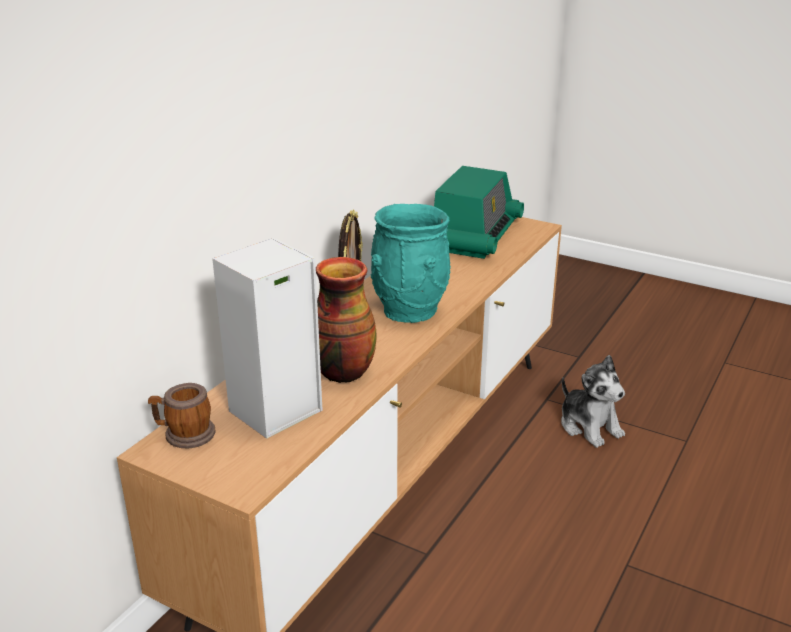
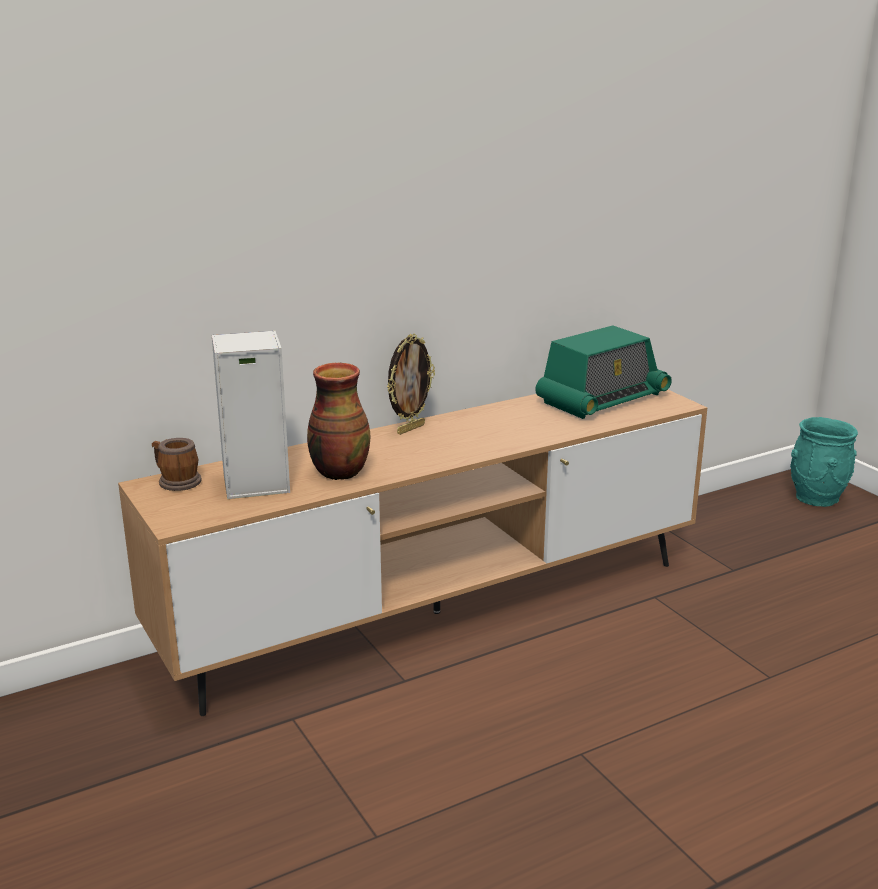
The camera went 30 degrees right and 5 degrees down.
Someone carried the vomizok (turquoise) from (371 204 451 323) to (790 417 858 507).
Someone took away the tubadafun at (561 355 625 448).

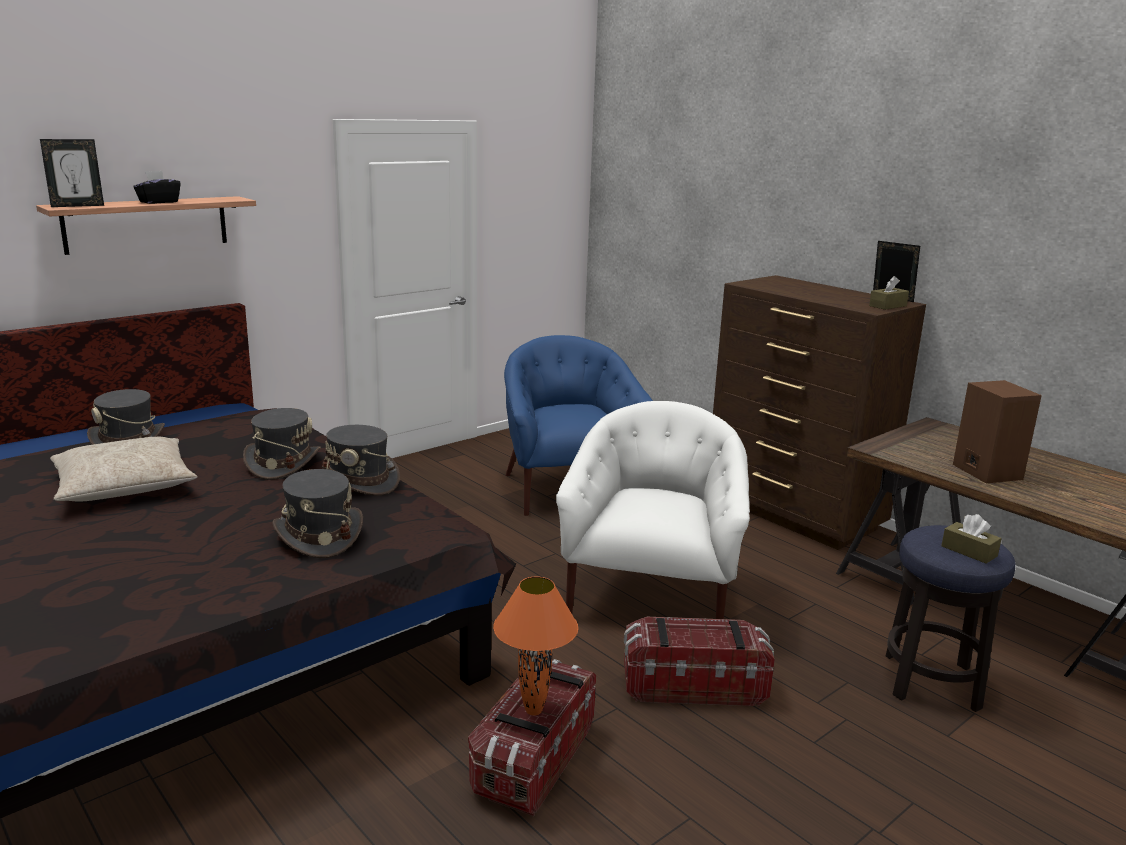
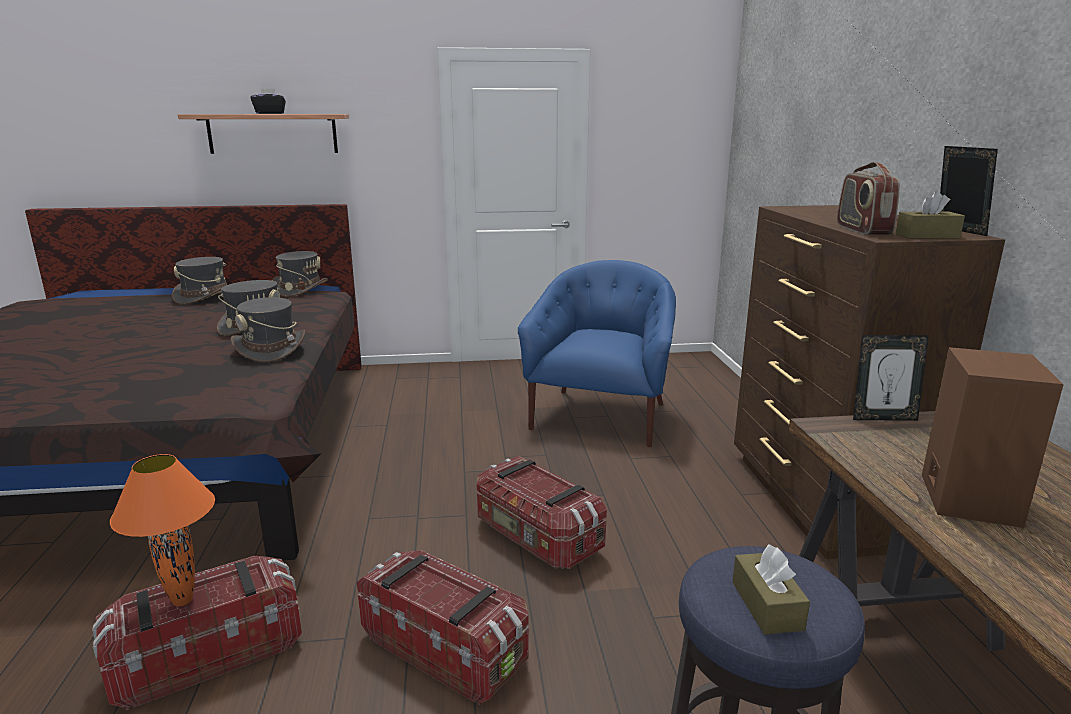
The camera went 35 degrees right and 0 degrees up.
Someone carried the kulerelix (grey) from (272 469 363 558) to (272 251 328 297).
Someone swapped the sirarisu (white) at (556 401 750 619) for the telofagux at (476 456 607 569).
Someone put down the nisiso at (837 162 900 235).
Someone carried the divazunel from (40 139 104 207) to (853 335 929 421).
Someone took away the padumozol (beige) at (50 437 197 502).

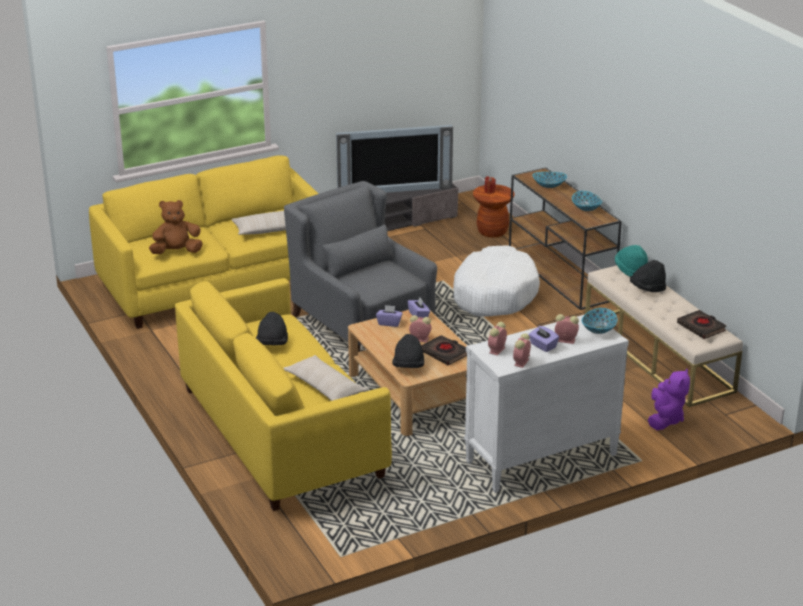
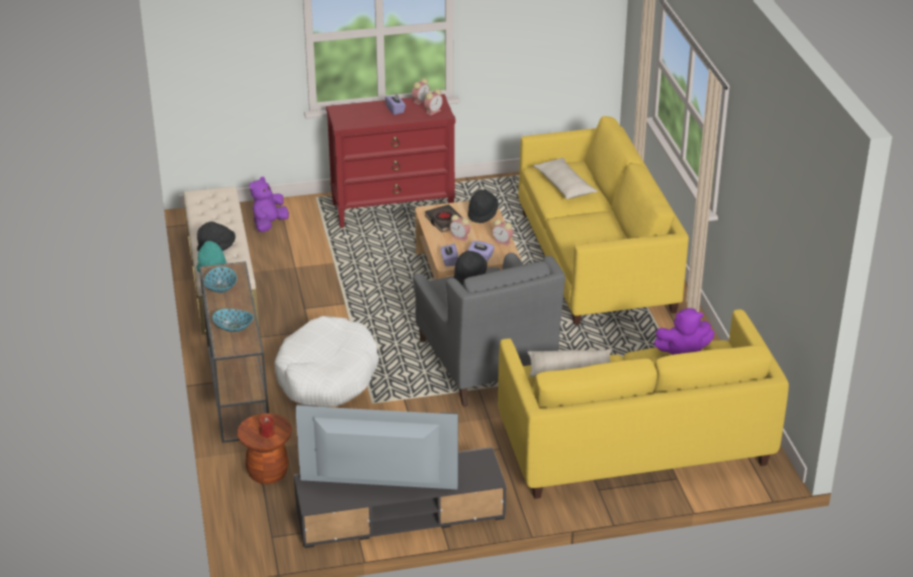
The camera went 165 degrees left and 5 degrees up.
Someone repainted the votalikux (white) at (464 315 629 493), which became the votalikux (red) at (326 94 456 228).
Someone carried the kulerelix (black) from (256 312 288 346) to (454 251 487 286).
Someone carried the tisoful from (555 314 579 344) to (492 219 513 246).
Someone repainted the tubadafun (brown) at (149 200 203 254), which became the tubadafun (purple) at (654 308 715 355).
Someone took away the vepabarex at (582 308 618 334).
Someone took away the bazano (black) at (677 310 727 339).

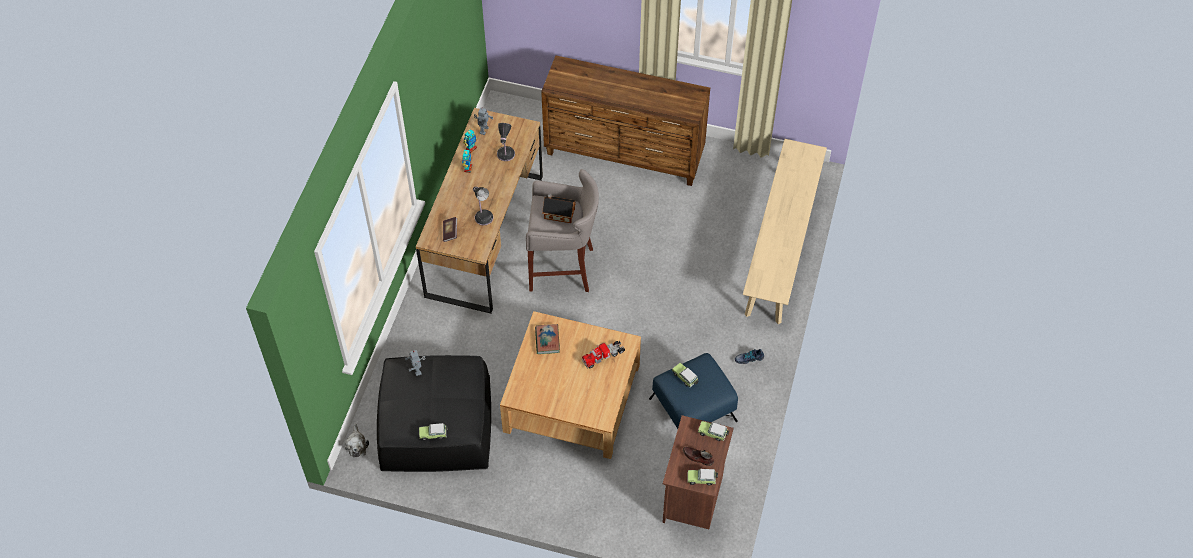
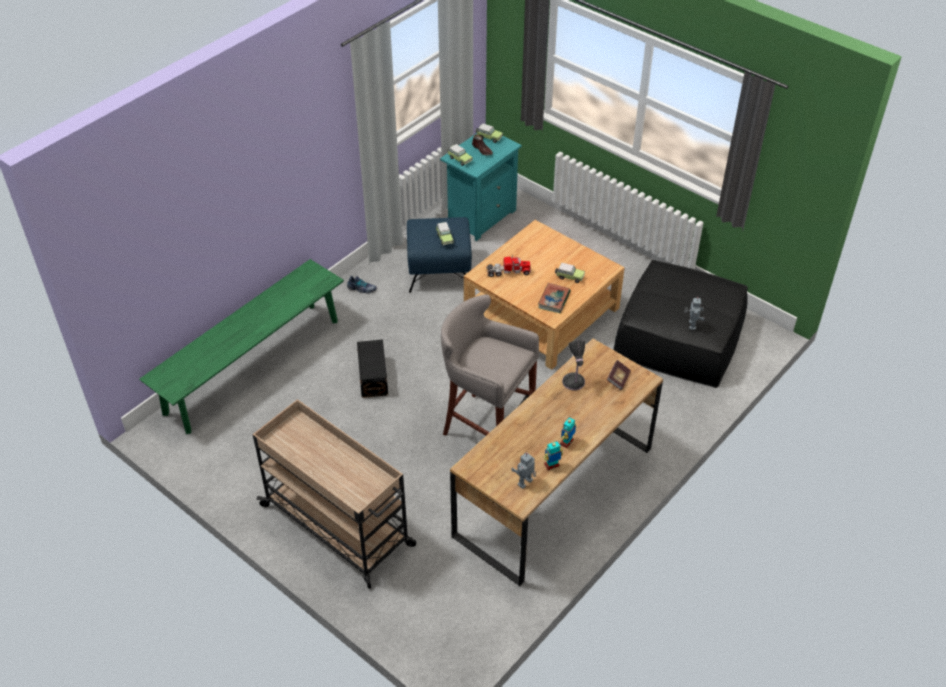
The camera went 155 degrees left and 10 degrees down.
Someone repainted the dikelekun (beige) at (743 139 827 324), which became the dikelekun (green) at (139 259 344 434).
Someone swapped the votalikux (brown) at (541 55 710 186) for the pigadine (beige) at (253 399 416 589).
Someone put down the telofagux (black) at (357 339 388 398).
Someone repainted the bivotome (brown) at (662 415 734 529), which became the bivotome (turquoise) at (440 133 522 241).
Someone carried the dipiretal from (419 423 448 441) to (555 263 585 283).
Someone took away the tubadafun at (345 424 369 457).
Someone took away the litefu at (497 123 515 161).
Someone took away the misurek at (542 194 576 223).

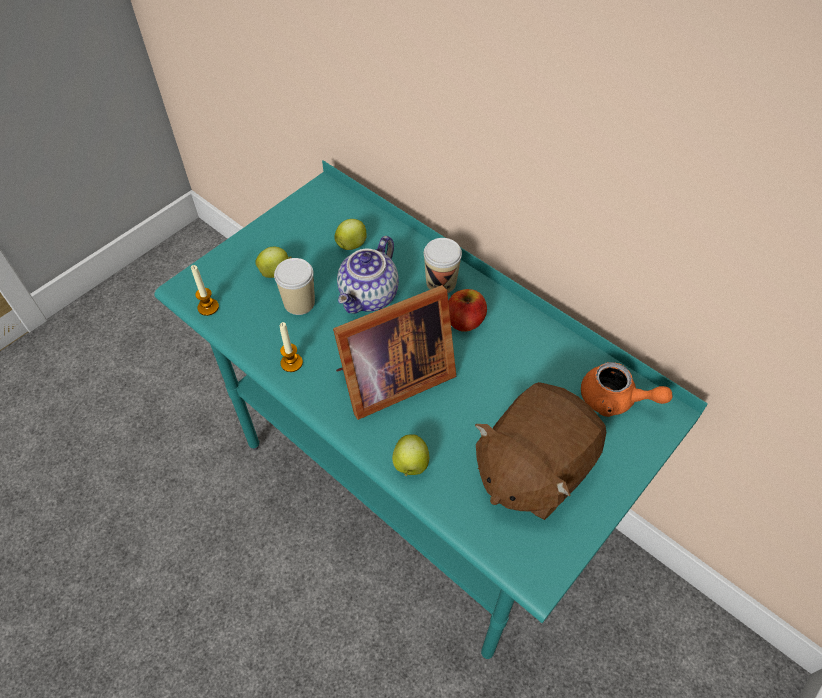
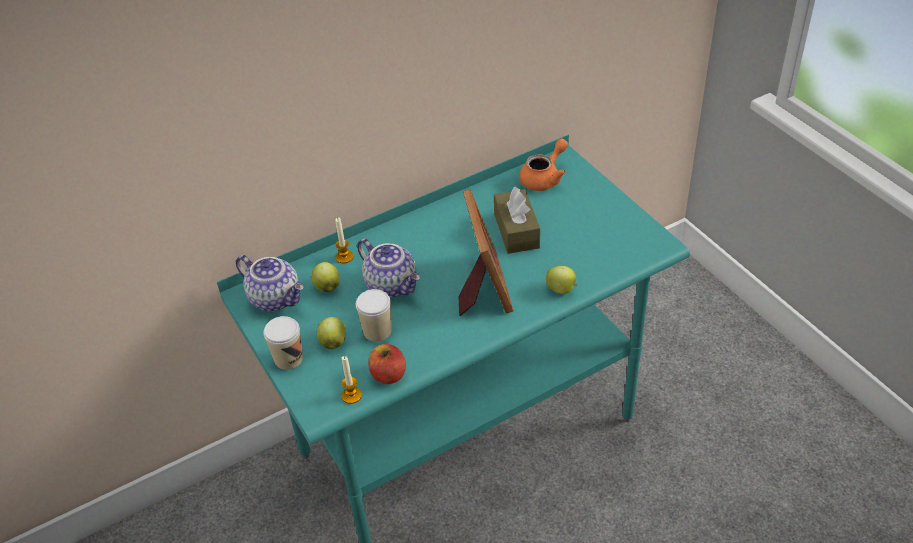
The camera went 70 degrees left and 10 degrees down.
Someone put down the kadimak at (236 255 304 311).
Someone carried the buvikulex from (424 238 462 293) to (263 316 303 370).
Someone carried the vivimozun from (280 322 303 372) to (335 217 353 263).
Someone carried the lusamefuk from (448 289 487 332) to (368 344 406 384).
Someone put down the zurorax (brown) at (494 186 540 254).
Someone took away the tubadafun (brown) at (475 382 606 520).

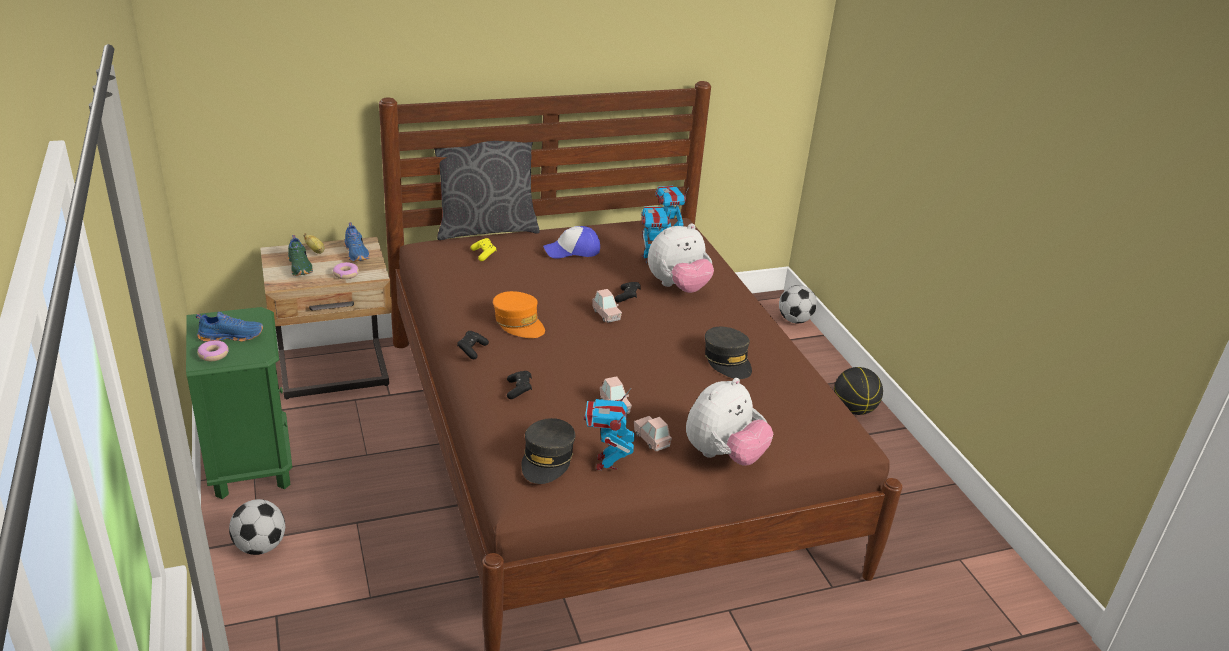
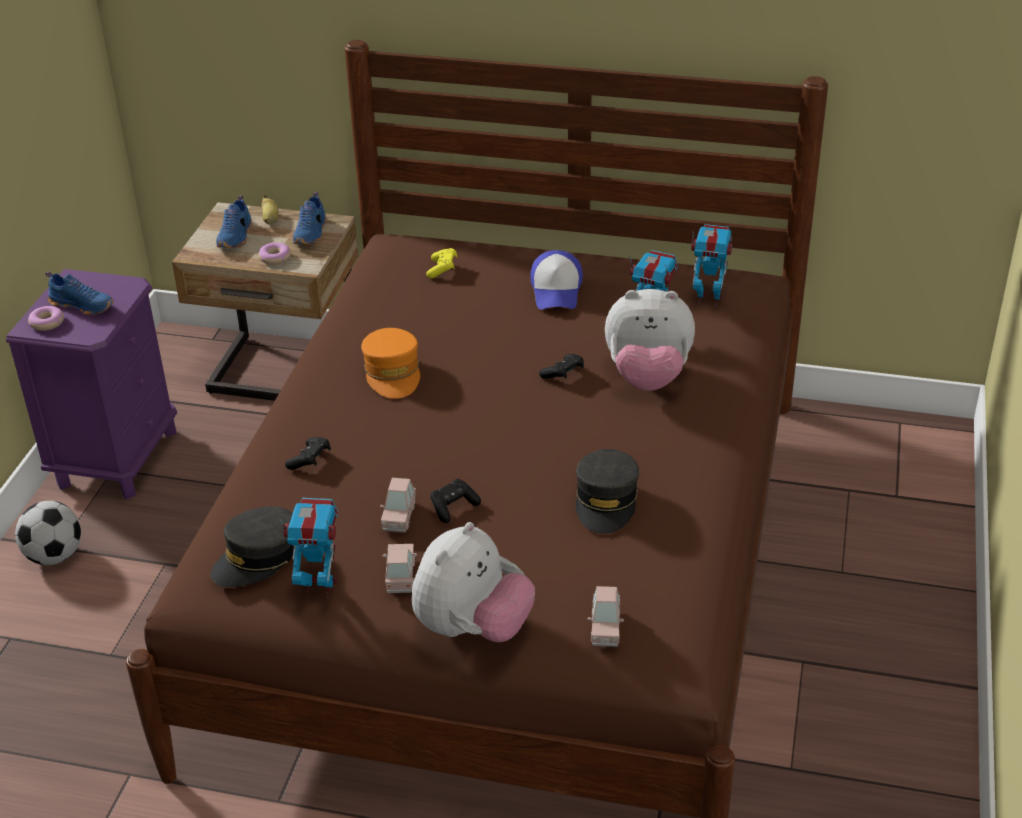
The camera went 35 degrees right and 5 degrees up.
Someone repainted the bivotome (green) at (186 307 292 499), which became the bivotome (purple) at (6 269 177 499).
Someone repainted the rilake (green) at (288 235 313 276), which became the rilake (blue) at (216 195 252 248).
Someone rotated the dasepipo at (584 389 635 470) by 60 degrees clockwise.
Someone rotated the tubadafun at (686 378 774 466) by 45 degrees counterclockwise.
Someone carried the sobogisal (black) from (457 331 489 359) to (431 479 481 523).
Someone rotated the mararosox at (543 226 600 259) by 105 degrees counterclockwise.
Someone carried the dipiretal (pink) from (592 289 622 323) to (587 586 624 647).
Someone took away the padumozol (grey) at (434 141 540 240).
Someone took away the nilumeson at (779 285 817 324).
Someone took away the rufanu at (834 367 883 415).

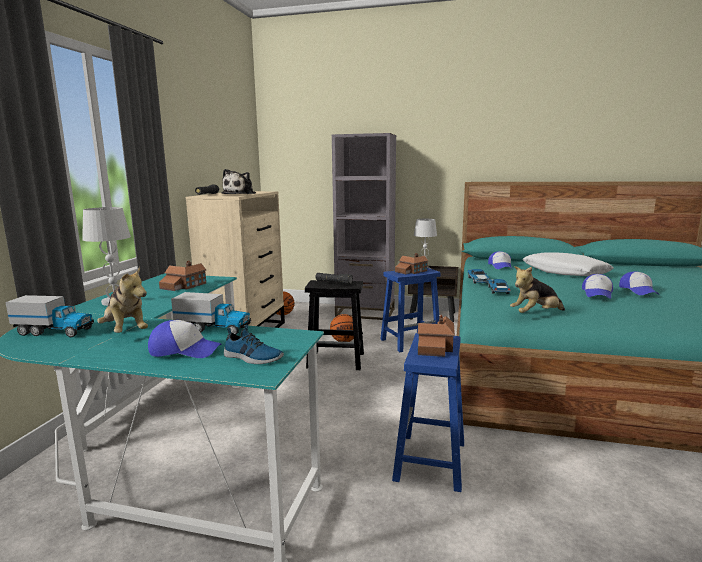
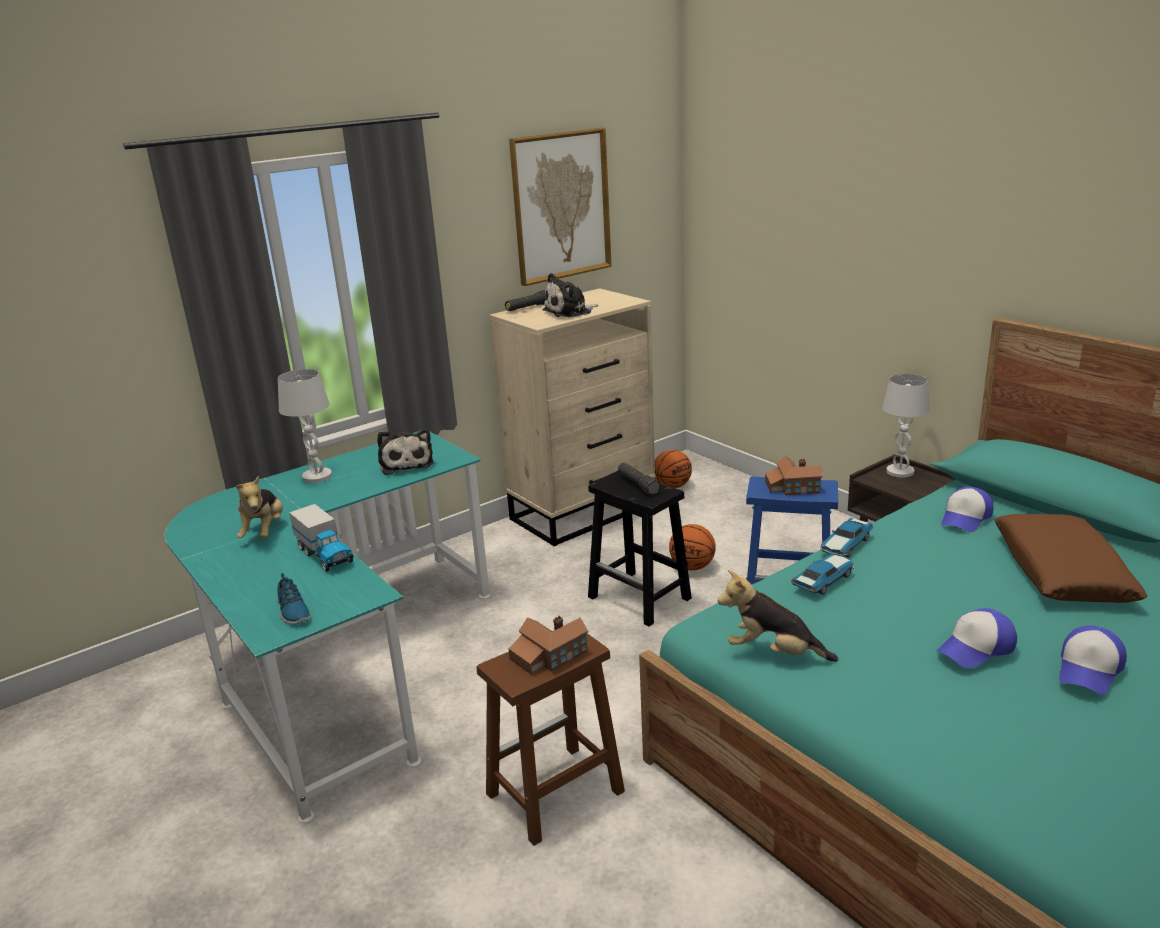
The camera went 40 degrees right and 10 degrees up.
Someone swapped the misurek at (159 261 207 291) for the tubadafun at (377 429 434 475).
Someone repainted the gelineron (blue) at (392 333 464 492), which became the gelineron (brown) at (477 630 625 846).
Someone put up the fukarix at (509 128 612 286).
Someone repainted the padumozol (white) at (523 252 613 276), which became the padumozol (brown) at (994 514 1147 603).
Someone took away the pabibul at (5 295 94 337).
Someone took away the mararosox at (148 320 221 358).
Someone took away the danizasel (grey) at (332 133 396 320).

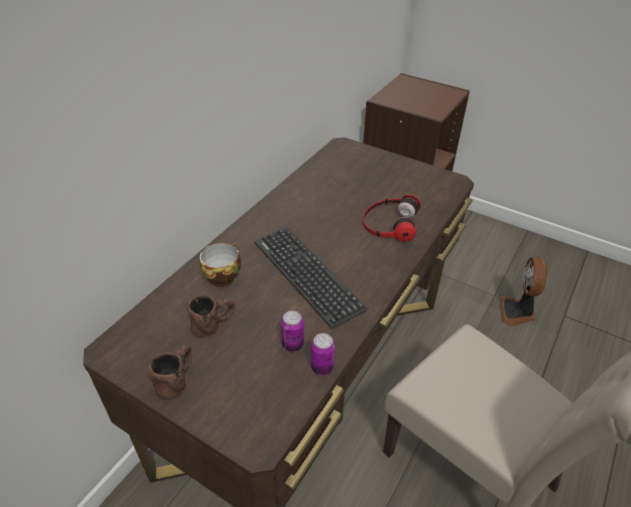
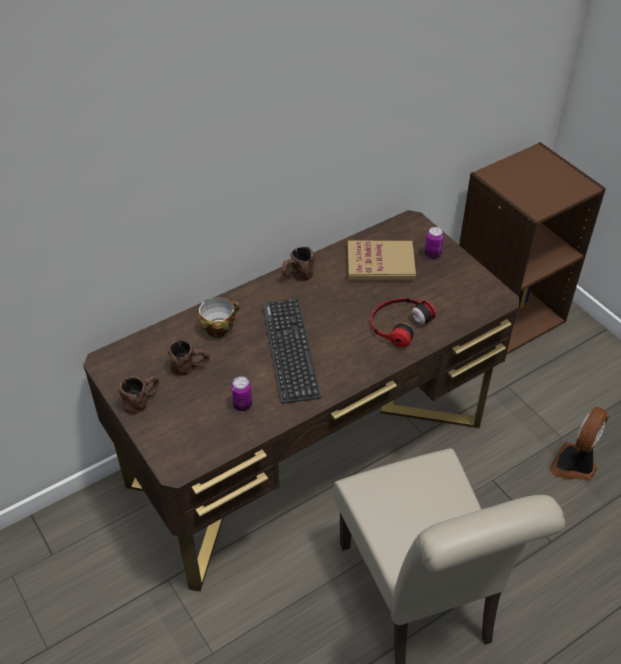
The camera went 25 degrees right and 5 degrees up.
Someone put down the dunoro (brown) at (281 246 315 281).
Someone put down the bazano at (348 241 416 281).
Someone carried the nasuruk from (311 333 335 375) to (425 227 444 259).

